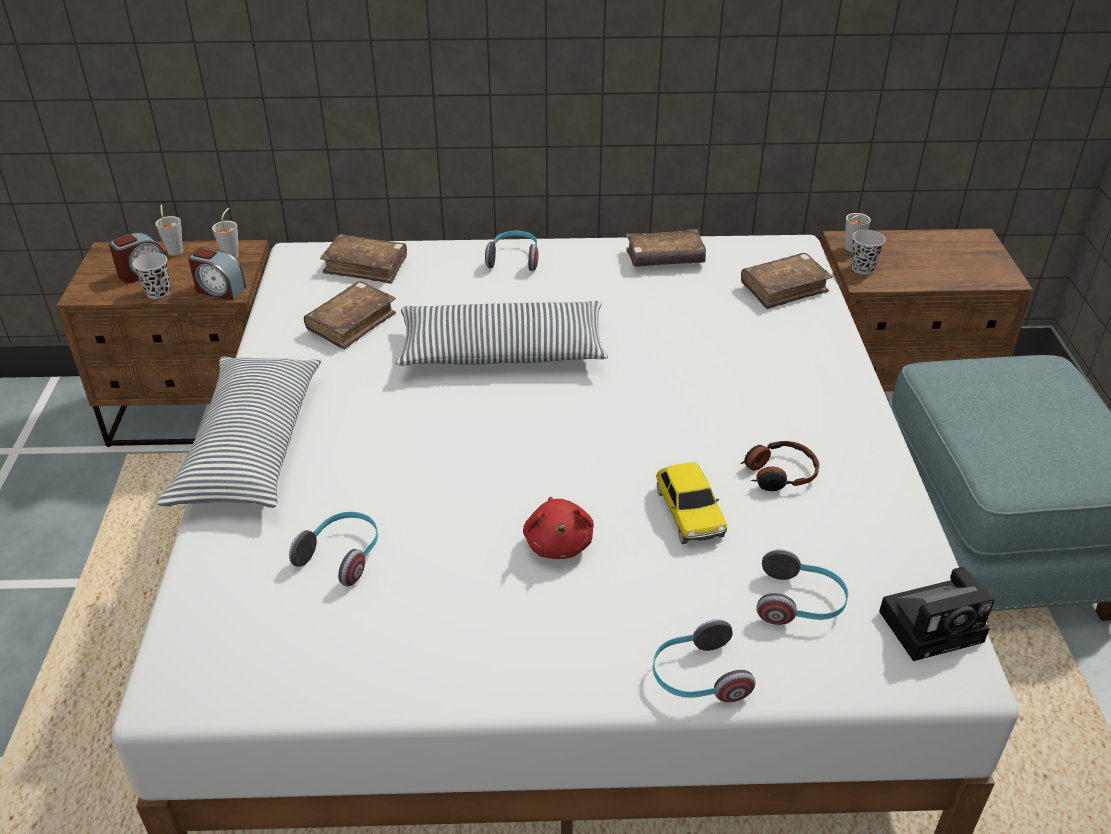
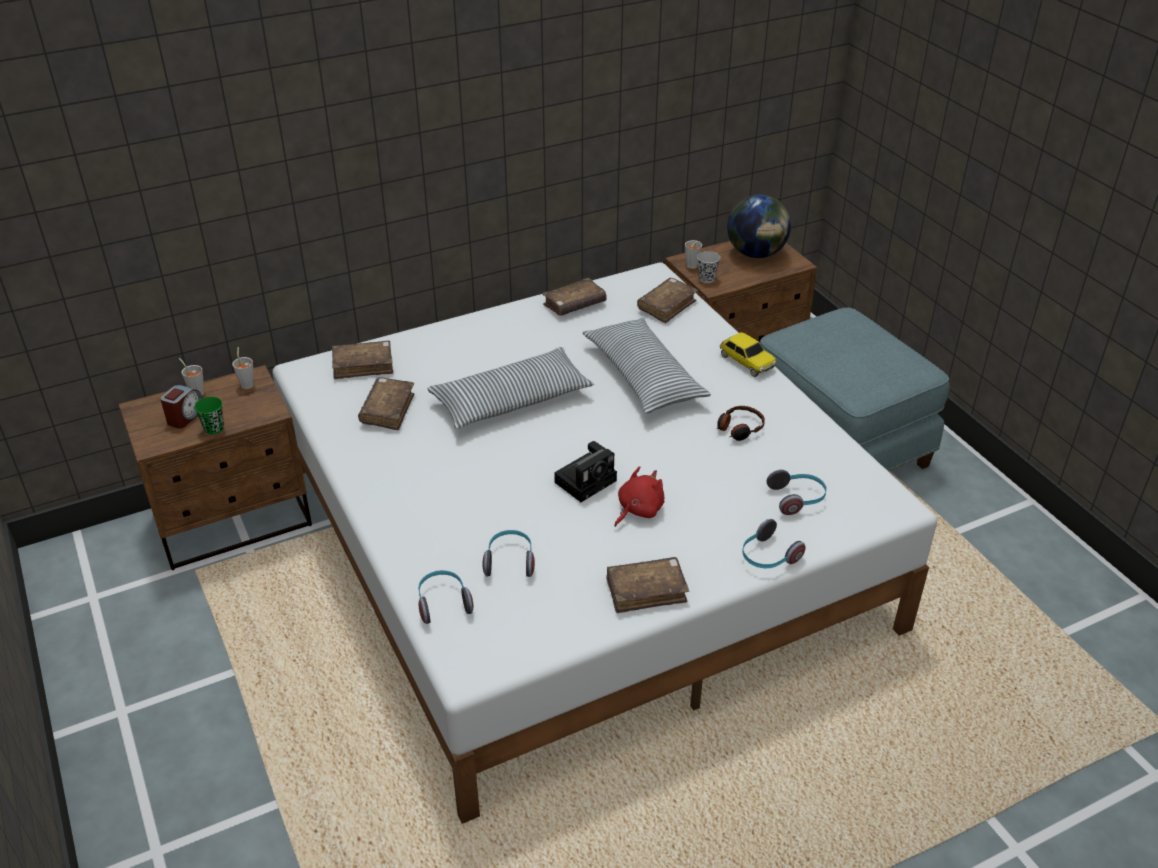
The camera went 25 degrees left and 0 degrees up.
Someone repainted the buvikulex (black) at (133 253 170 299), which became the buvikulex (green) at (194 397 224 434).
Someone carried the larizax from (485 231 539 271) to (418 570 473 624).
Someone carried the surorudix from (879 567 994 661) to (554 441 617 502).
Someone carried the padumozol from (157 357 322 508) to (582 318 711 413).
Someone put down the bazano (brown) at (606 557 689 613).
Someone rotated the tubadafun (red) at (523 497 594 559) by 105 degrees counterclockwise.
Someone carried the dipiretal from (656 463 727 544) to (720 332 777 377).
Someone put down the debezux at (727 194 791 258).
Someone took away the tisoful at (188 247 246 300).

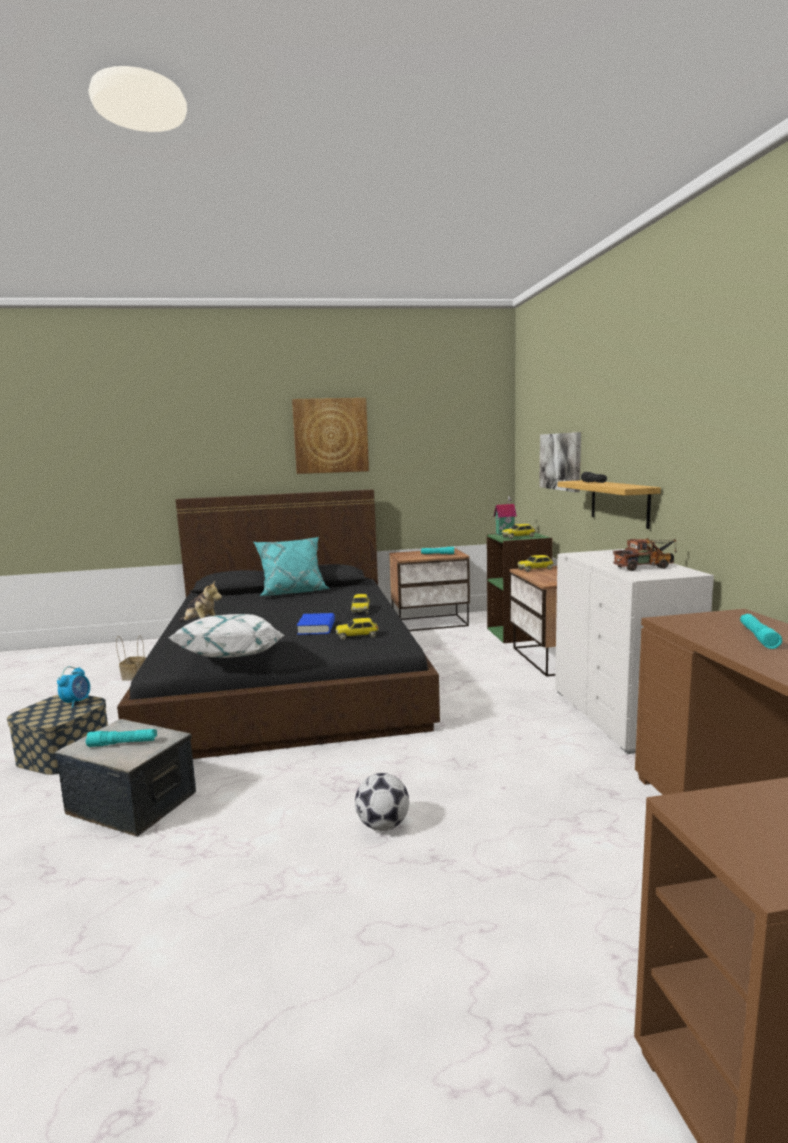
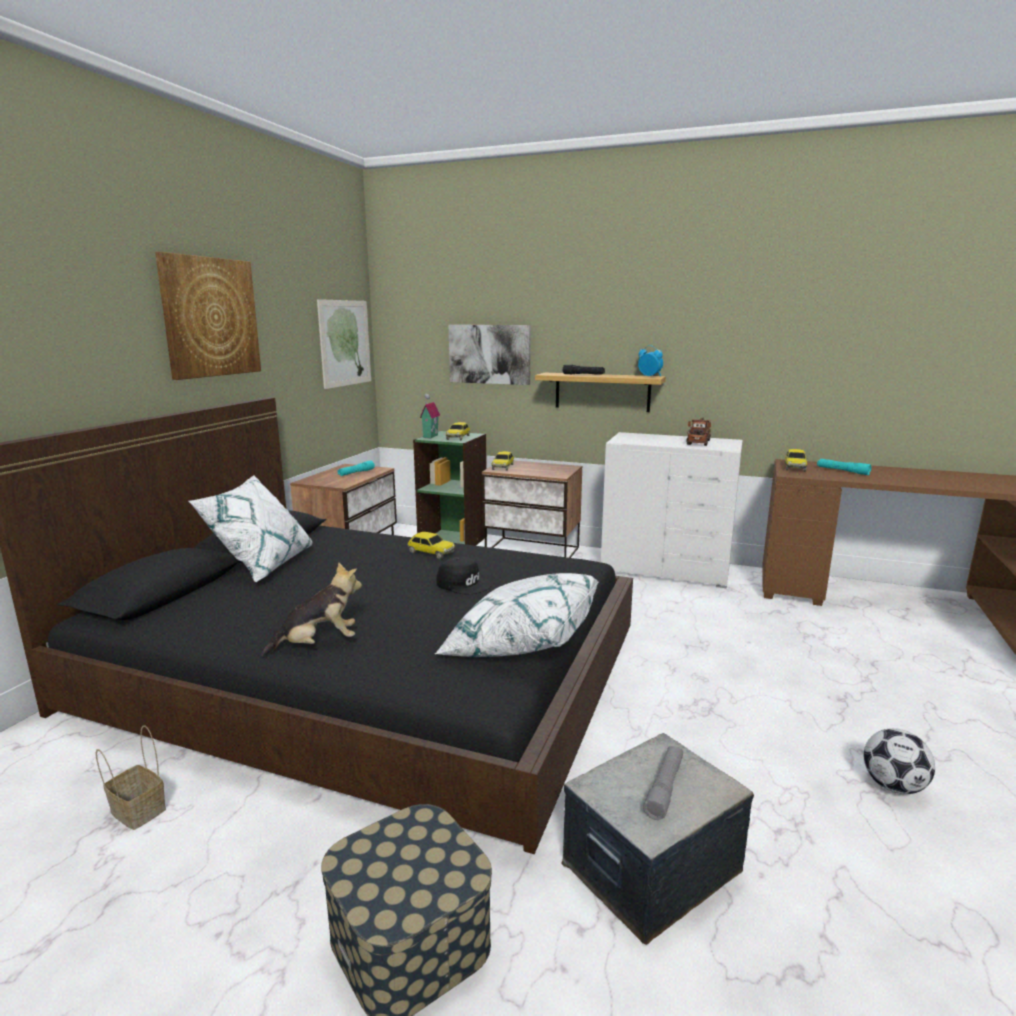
The camera went 60 degrees left and 5 degrees up.
Someone repainted the padumozol (turquoise) at (254 537 330 596), which became the padumozol (white) at (189 476 313 582).
Someone put up the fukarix at (317 299 371 389).
Someone swapped the bazano (blue) at (297 613 335 635) for the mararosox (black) at (436 557 492 594).
Someone carried the tisoful from (57 666 90 708) to (638 345 663 377).
Someone repainted the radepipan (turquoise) at (86 729 157 747), which became the radepipan (grey) at (643 746 683 820).
Someone carried the dipiretal from (336 618 379 640) to (785 449 808 472).
Someone carried the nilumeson from (355 773 409 831) to (864 728 935 794).

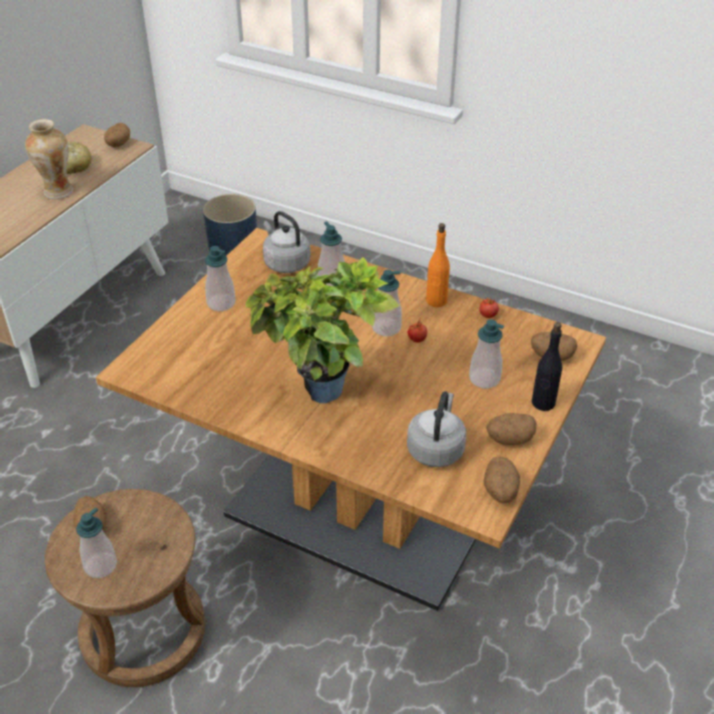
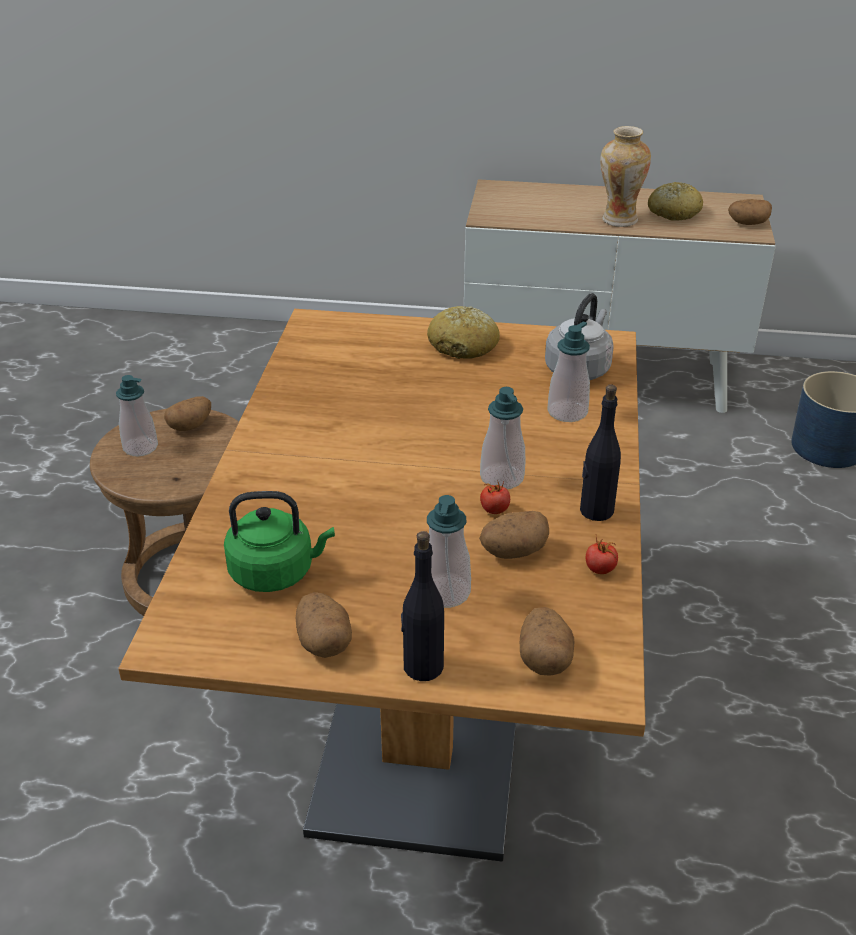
The camera went 70 degrees right and 5 degrees down.
Someone repainted the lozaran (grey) at (407 391 466 467), which became the lozaran (green) at (224 491 335 592).
Someone swapped the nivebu at (205 246 235 311) for the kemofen at (427 306 500 359).
Someone carried the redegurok from (483 457 520 503) to (479 511 549 559).
Someone repainted the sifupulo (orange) at (426 223 450 307), which became the sifupulo (black) at (580 384 621 521).
Someone took away the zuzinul at (245 257 400 404).

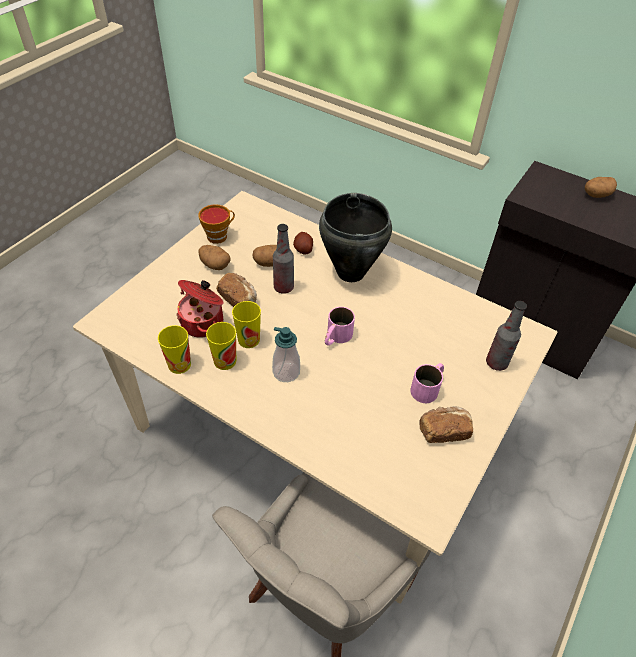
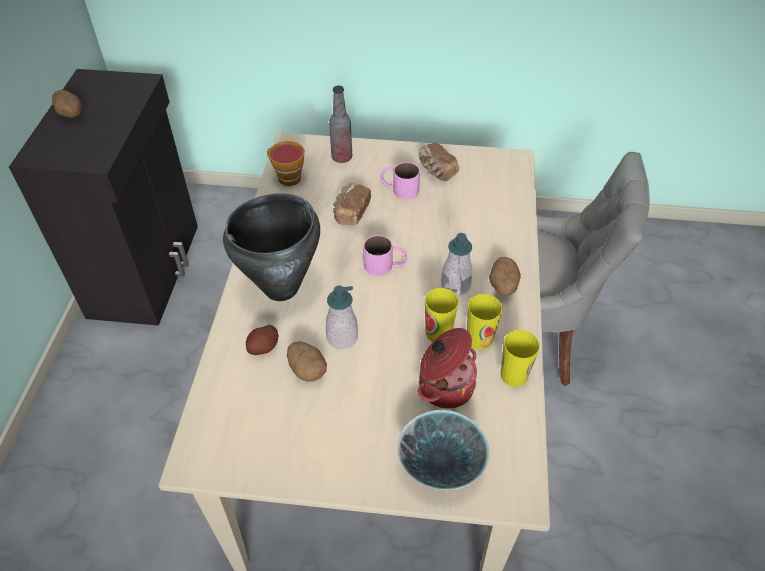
The camera went 115 degrees left and 0 degrees up.
Someone carried the buvikulex from (198 204 235 244) to (267 141 304 186).
Someone swapped the sifupulo at (273 224 294 294) for the nivebu at (326 286 358 349).
Someone carried the kemofen from (216 273 257 307) to (333 183 371 225).
Someone put down the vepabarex at (397 410 489 490).
Someone carried the redegurok from (198 245 231 270) to (489 257 521 296).

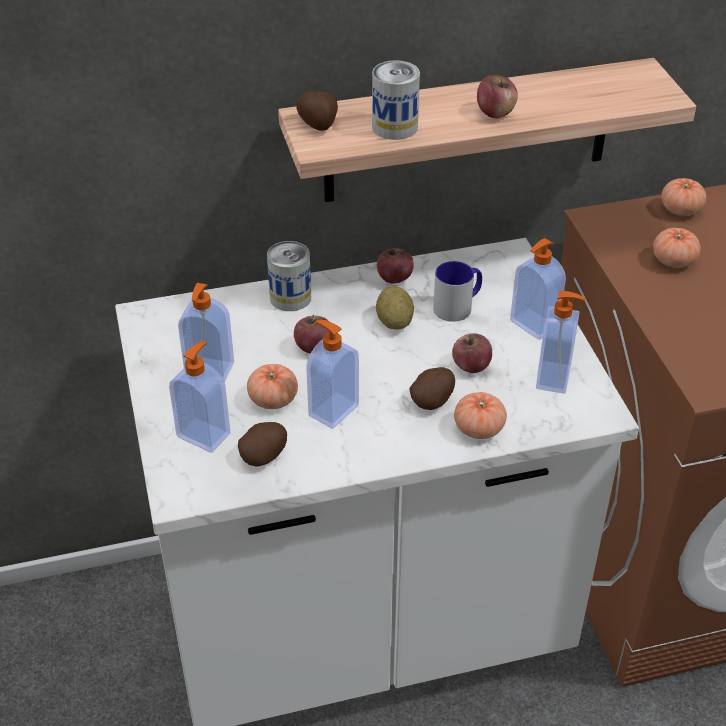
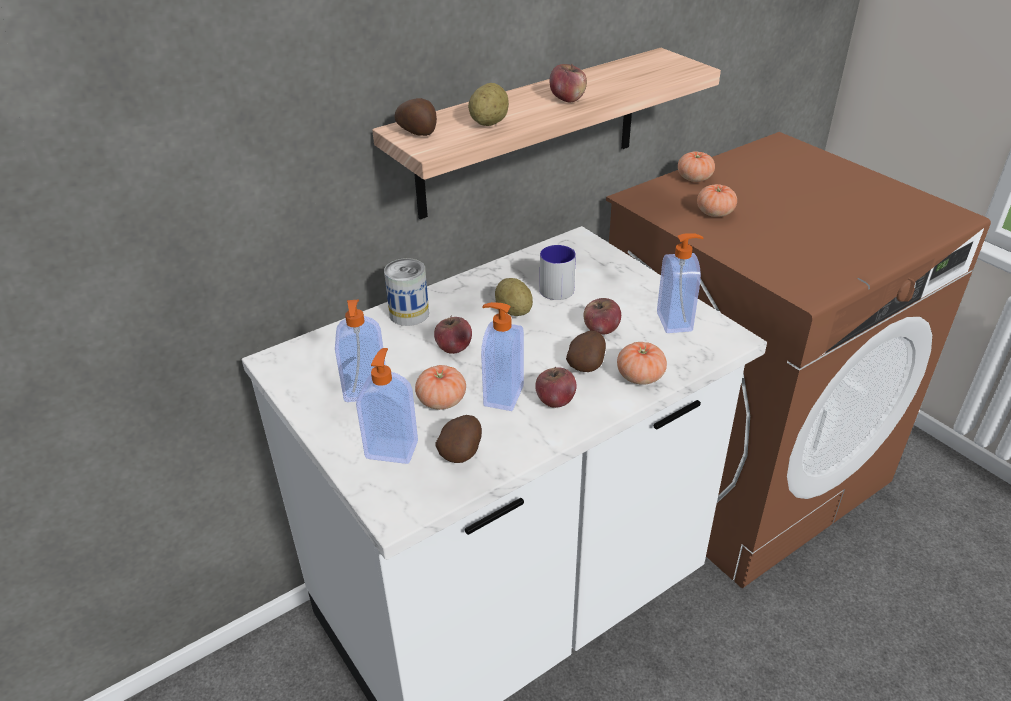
The camera went 20 degrees left and 5 degrees down.
Someone swapped the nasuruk at (372 60 420 140) for the redegurok at (468 83 509 126).
Someone carried the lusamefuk from (377 247 414 283) to (535 367 577 408).
Someone took away the nivebu at (510 238 566 340).

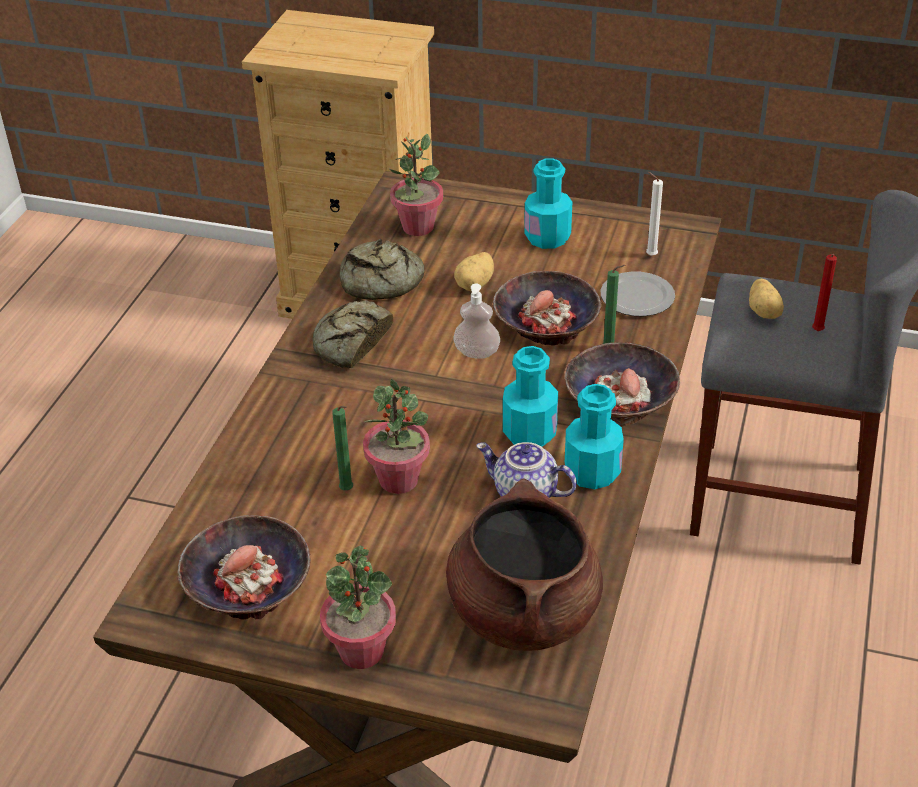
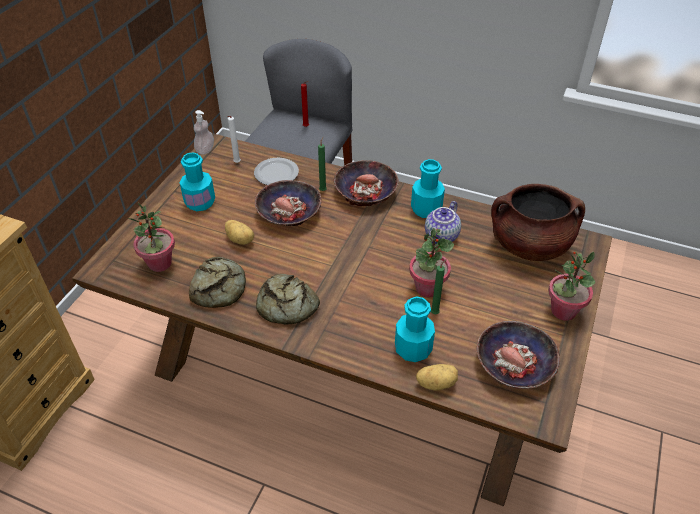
The camera went 85 degrees left and 5 degrees up.
Someone carried the nivebu from (453 284 500 359) to (194 110 214 155).
Someone carried the sifupulo (turquoise) from (503 346 558 447) to (395 296 435 362).
Someone carried the redegurok from (749 279 784 319) to (416 364 458 391).

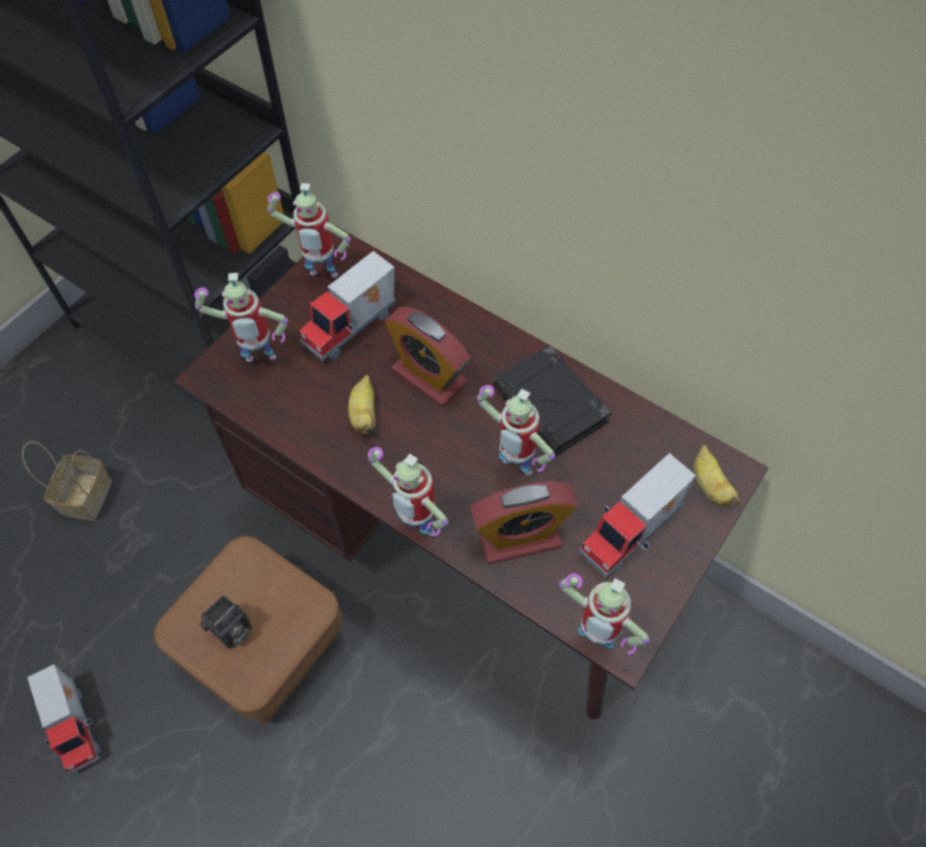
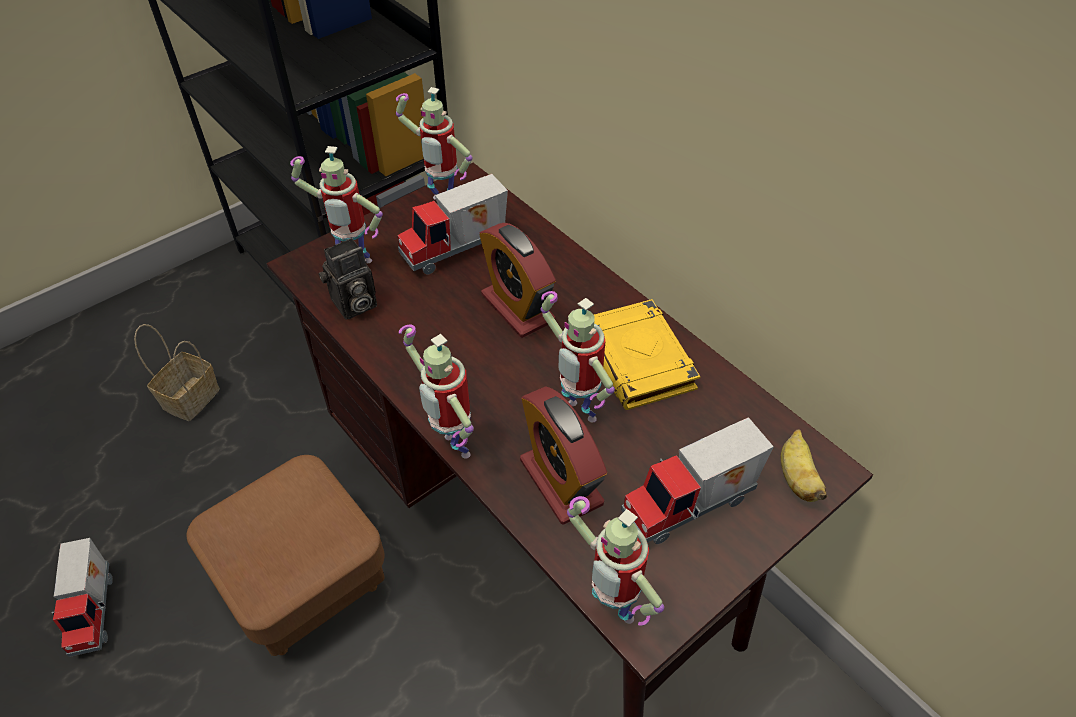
The camera went 15 degrees right and 10 degrees down.
Someone carried the surorudix from (199 595 252 649) to (319 238 377 320).
Someone rotated the tisoful at (469 481 578 564) by 60 degrees clockwise.
Someone repainted the bazano (black) at (493 345 612 456), which became the bazano (yellow) at (594 299 701 410).
Someone took away the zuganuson at (348 375 375 434).

